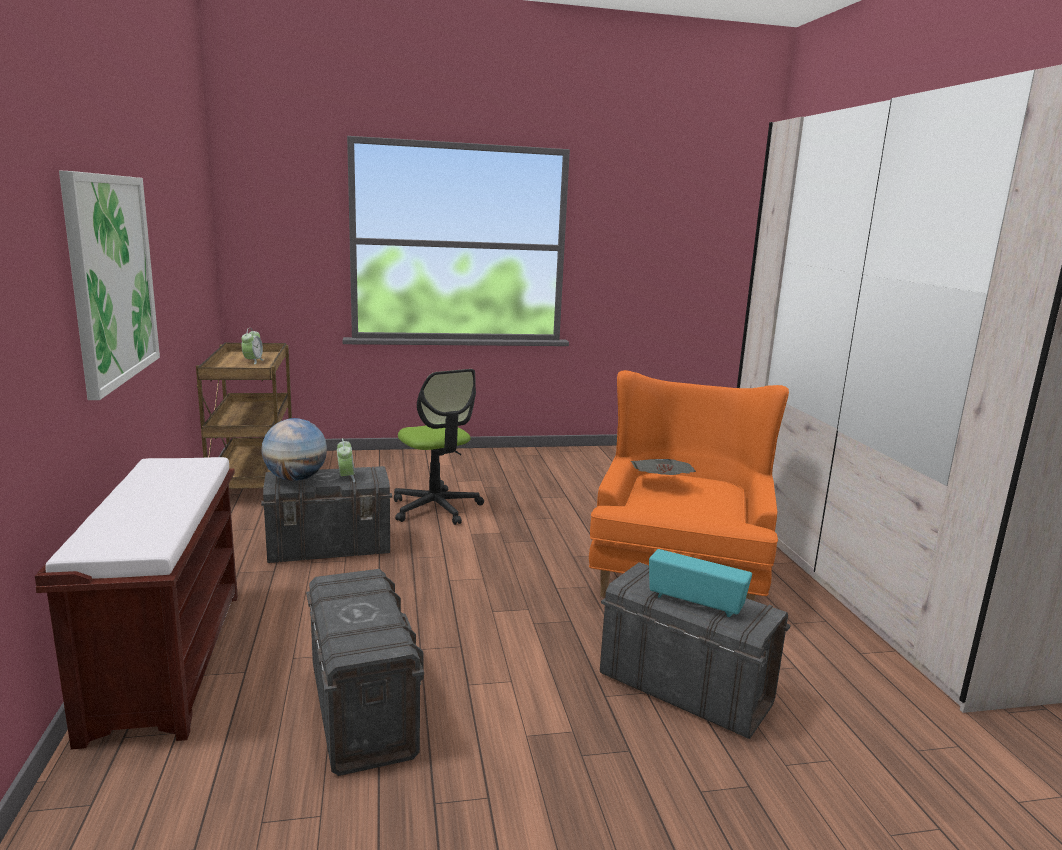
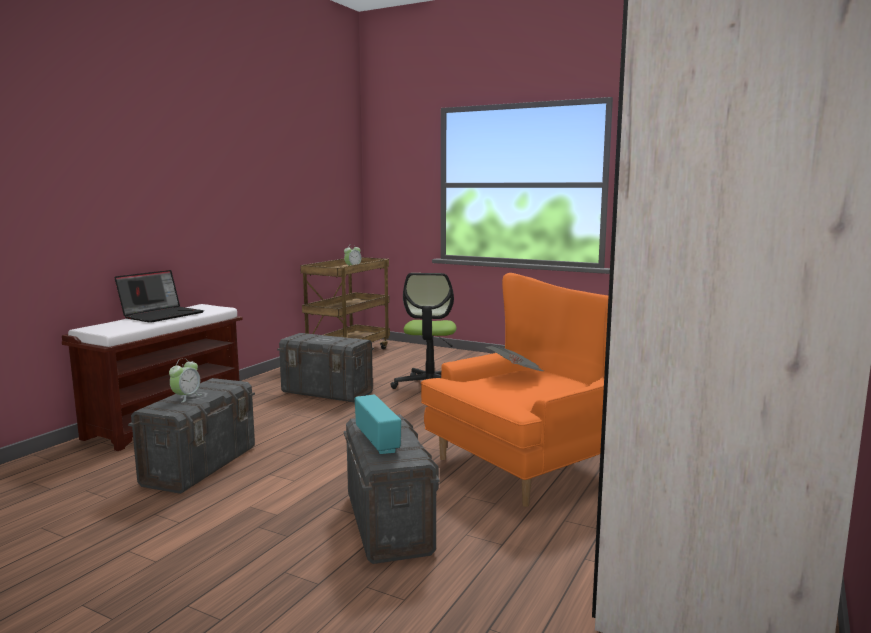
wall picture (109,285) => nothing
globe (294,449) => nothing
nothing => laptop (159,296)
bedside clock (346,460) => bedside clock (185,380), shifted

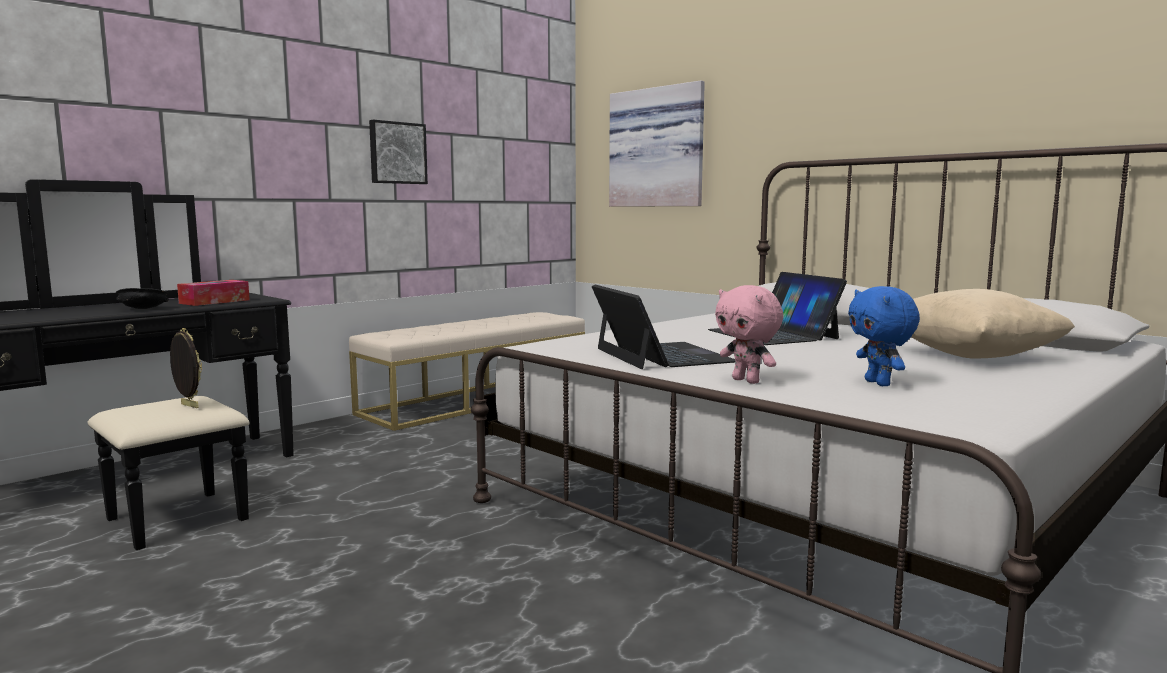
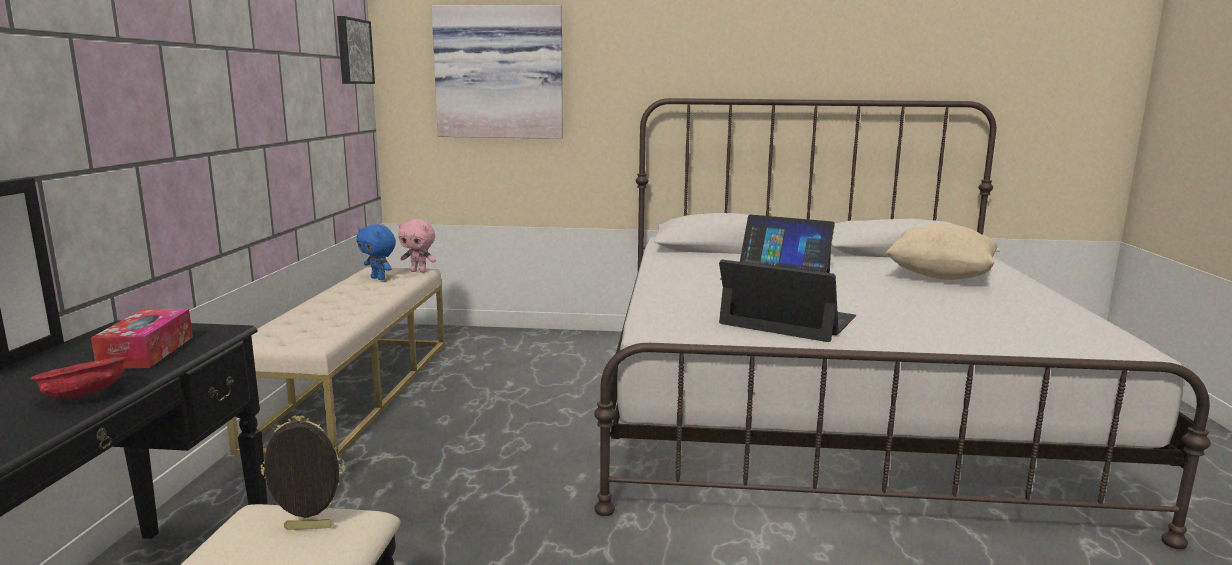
wall picture (398,152) => wall picture (356,50), shifted
cuddly toy (pinkish) (749,334) => cuddly toy (pinkish) (417,246), shifted
cuddly toy (blue) (884,336) => cuddly toy (blue) (376,252), shifted
deep dish (black) (142,298) => deep dish (reddish) (79,377)

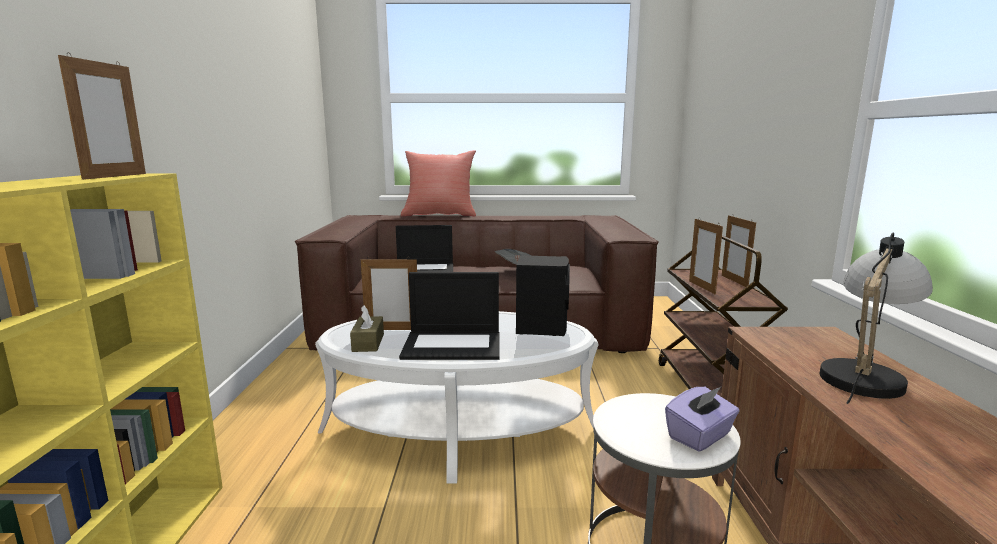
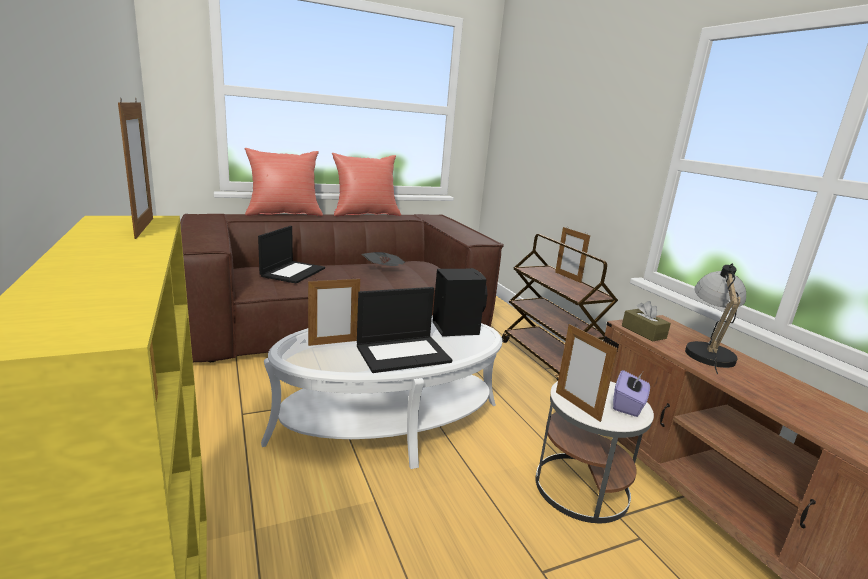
nothing => pillow (reddish) (366,184)
box of tissues (brownish) (367,328) => box of tissues (brownish) (646,321), shifted
photo frame (706,255) => photo frame (587,373), shifted
laptop (424,248) => laptop (291,255), 45 degrees counterclockwise

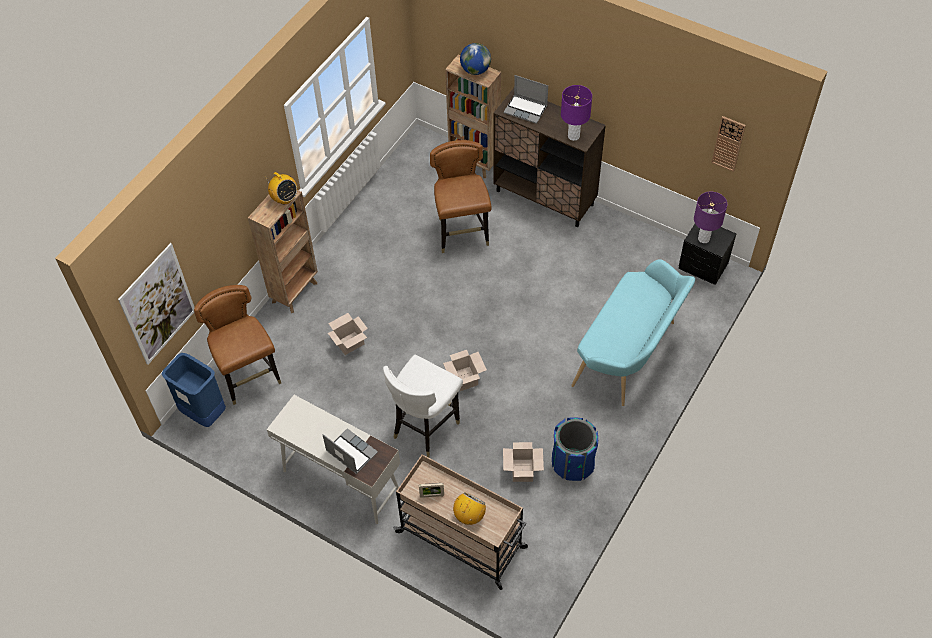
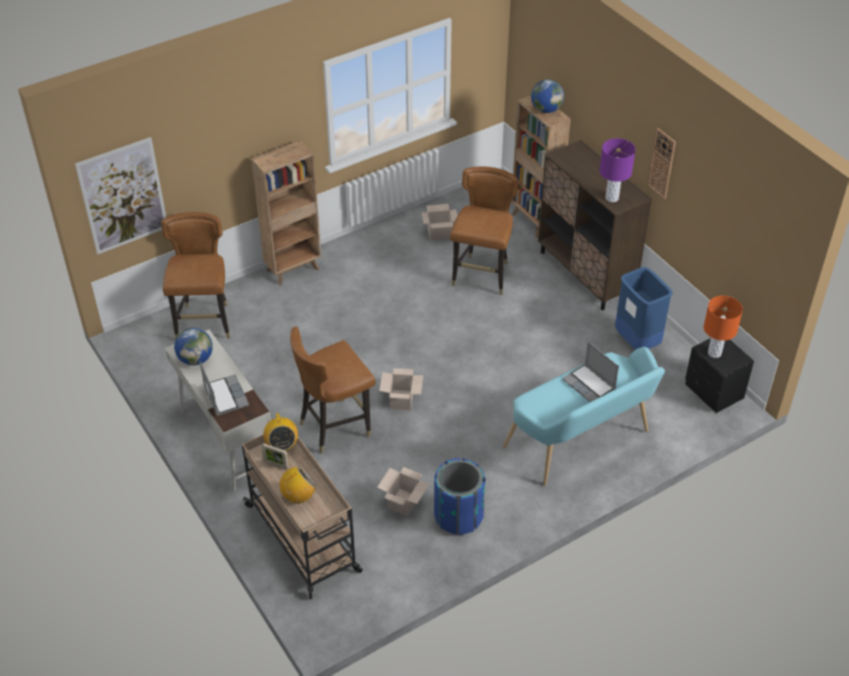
nothing => globe (193,346)
waste bin (blue) (194,390) => waste bin (blue) (644,308), shifted
radio receiver (282,188) => radio receiver (280,432), shifted
packing box (348,334) => packing box (439,222), shifted
laptop (526,99) => laptop (590,372), shifted
clock on the wall (728,144) => clock on the wall (662,163), shifted
upright chair (white) (423,406) => upright chair (brownish) (332,390)
lamp for a table (purple) (710,217) => lamp for a table (orange-coloured) (723,327)

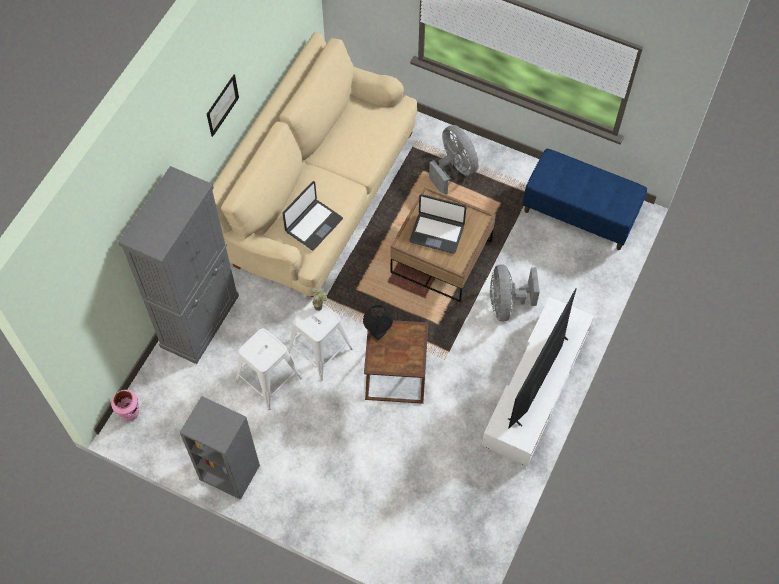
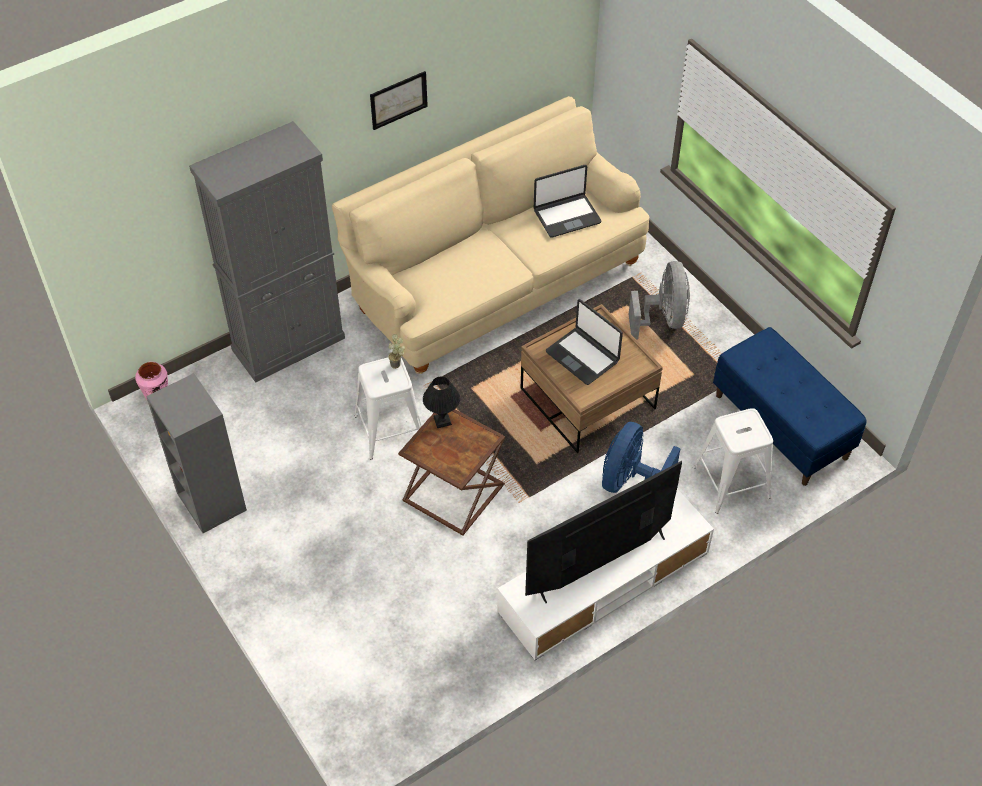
stool seat (white) (269,369) => stool seat (white) (733,461), shifted
laptop (312,215) => laptop (567,201), shifted
fan (greyish) (515,293) => fan (blue) (641,457)

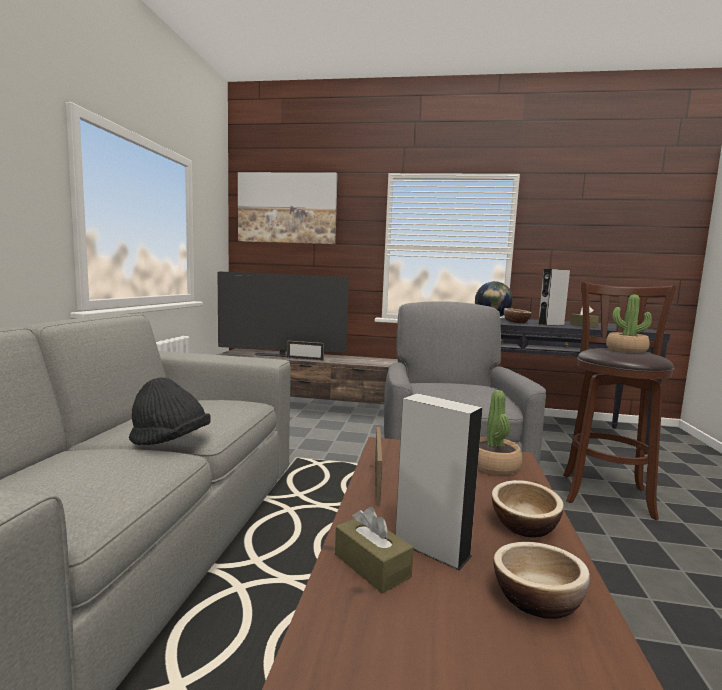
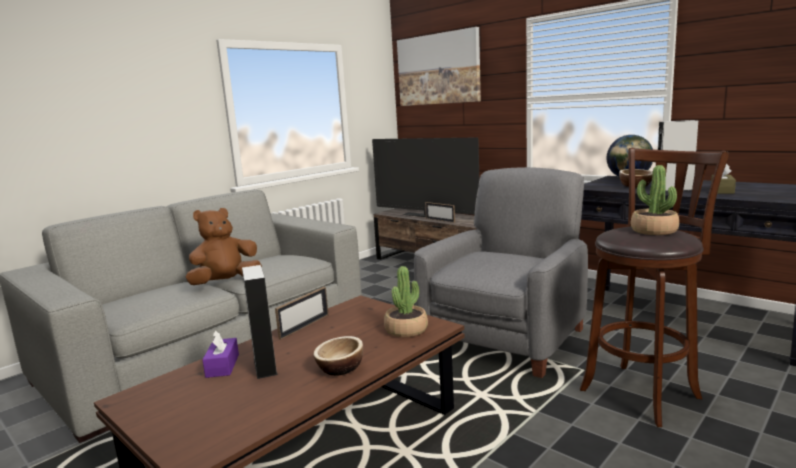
deep dish (541,580) => nothing
hat (black) (170,411) => cuddly toy (brownish) (223,246)
box of tissues (brownish) (374,550) => box of tissues (purple) (220,354)

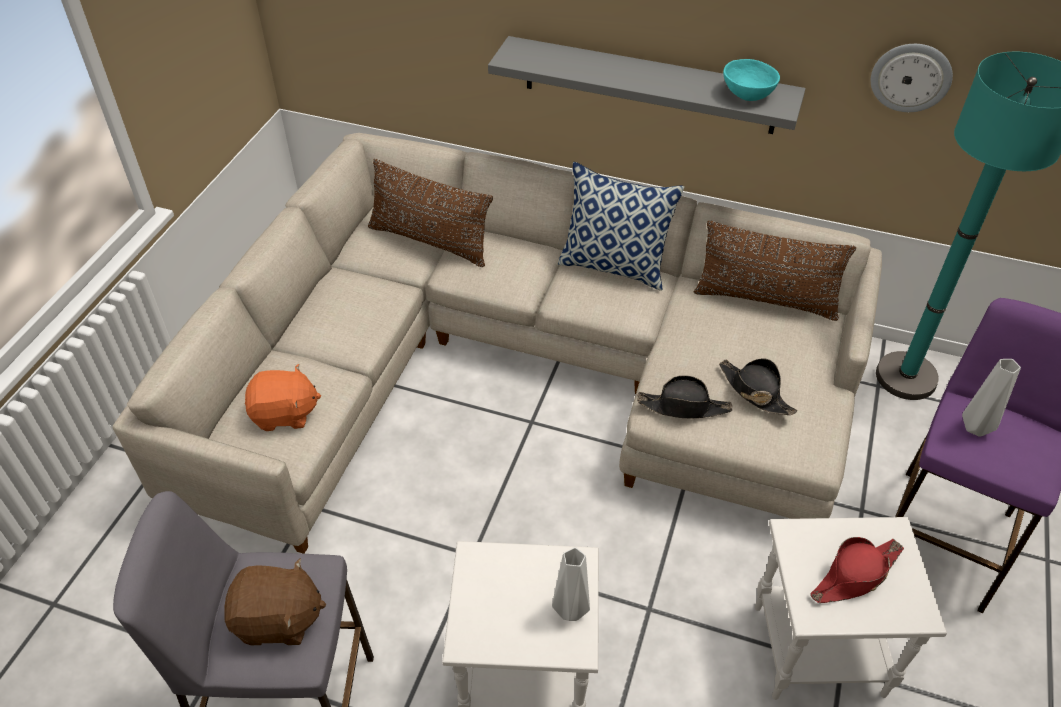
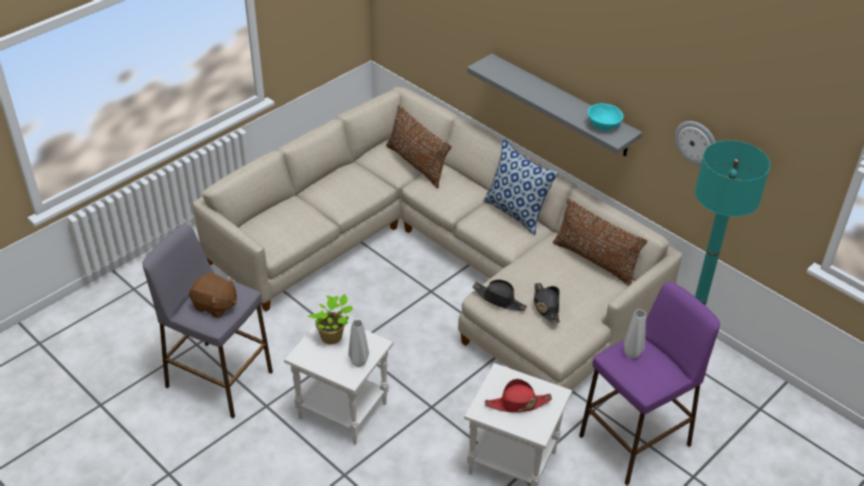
cuddly toy (orange-coloured) (283,397) => nothing
nothing => houseplant (330,319)

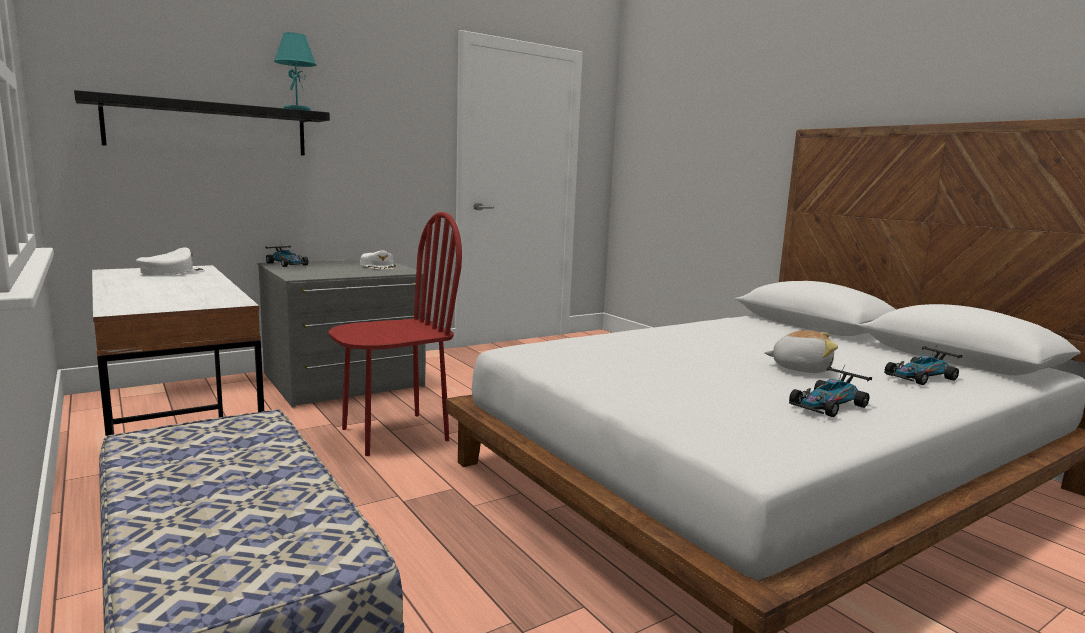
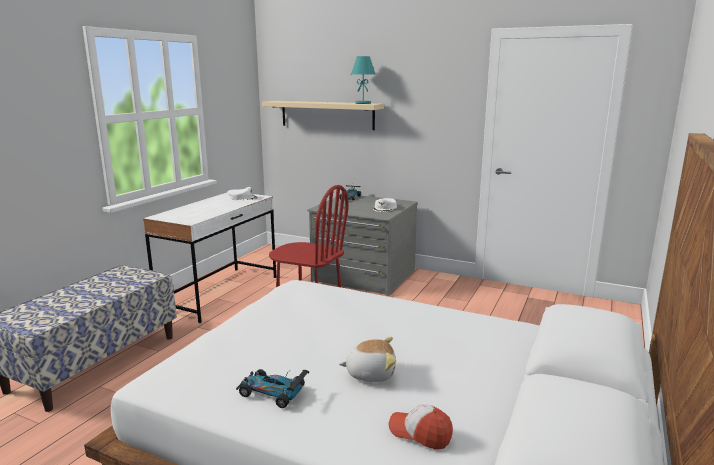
miniature car (923,364) => cap (421,427)
bracket shelf (black) (202,123) => bracket shelf (beige) (323,115)
cuddly toy (801,351) => cuddly toy (367,359), 75 degrees counterclockwise

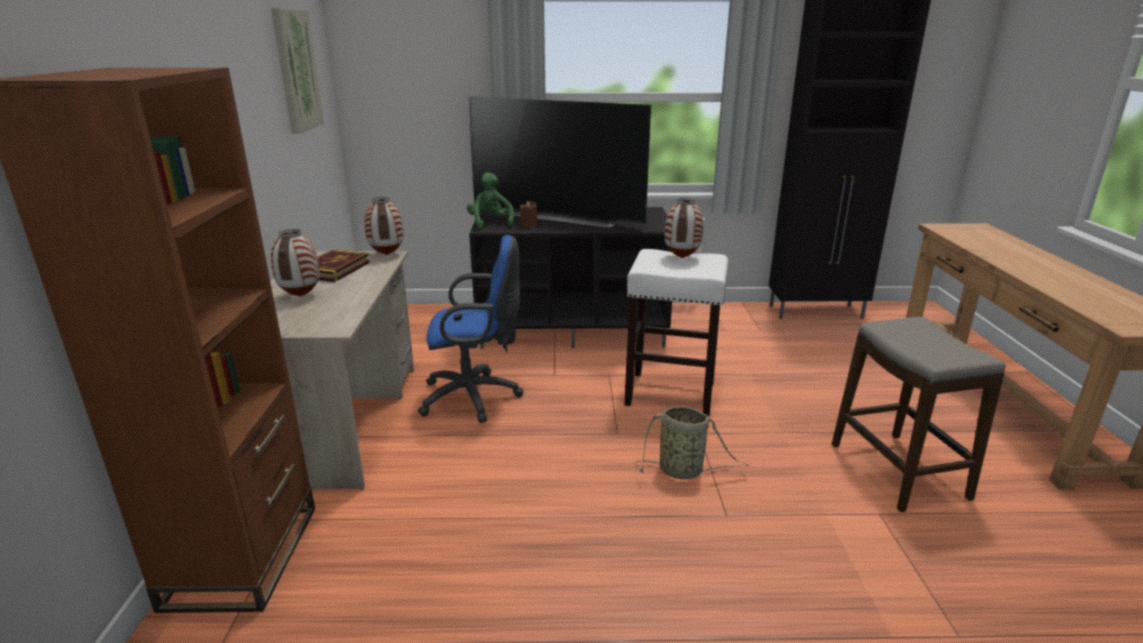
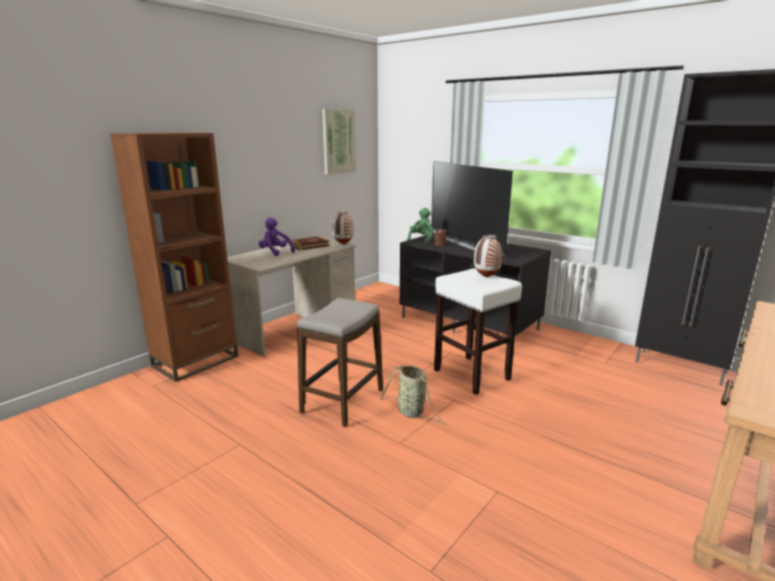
office chair (blue) (470,329) => nothing
stool seat (918,414) => stool seat (340,362), shifted
decorative vase (295,263) => cuddly toy (purple) (276,236)

